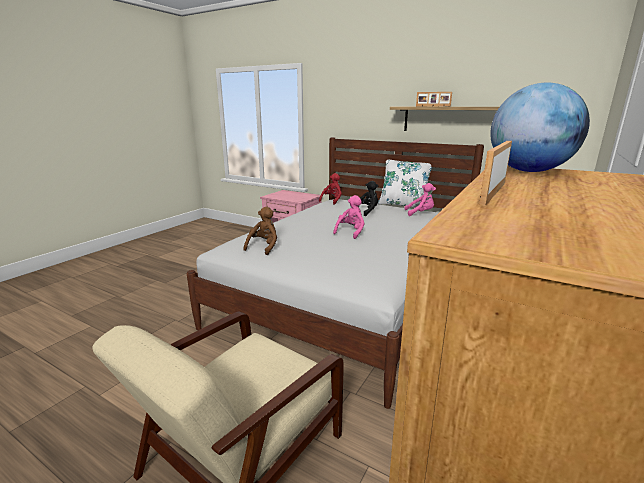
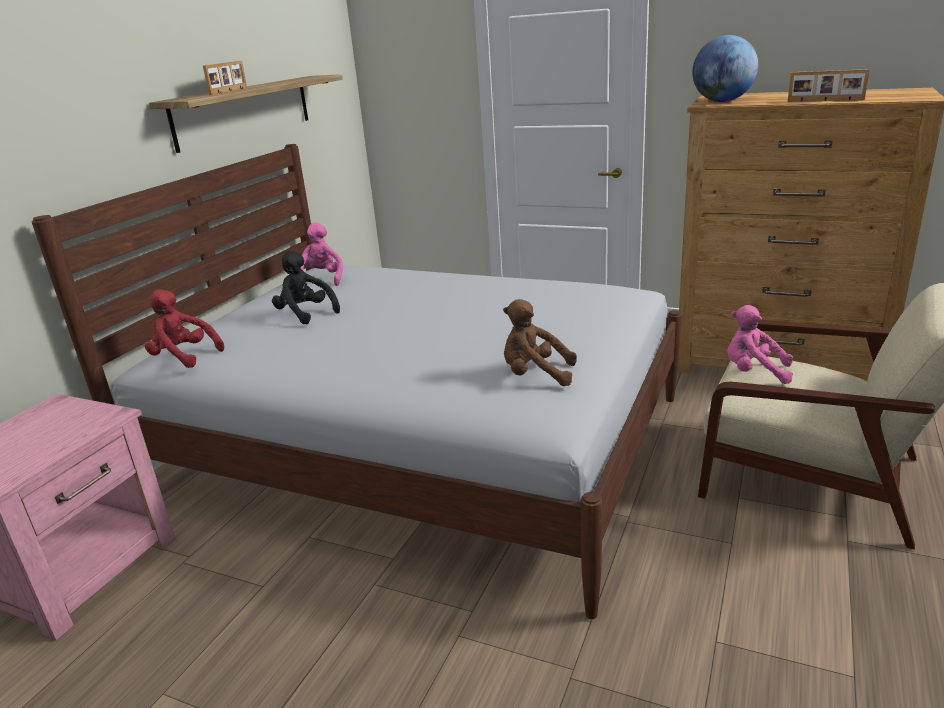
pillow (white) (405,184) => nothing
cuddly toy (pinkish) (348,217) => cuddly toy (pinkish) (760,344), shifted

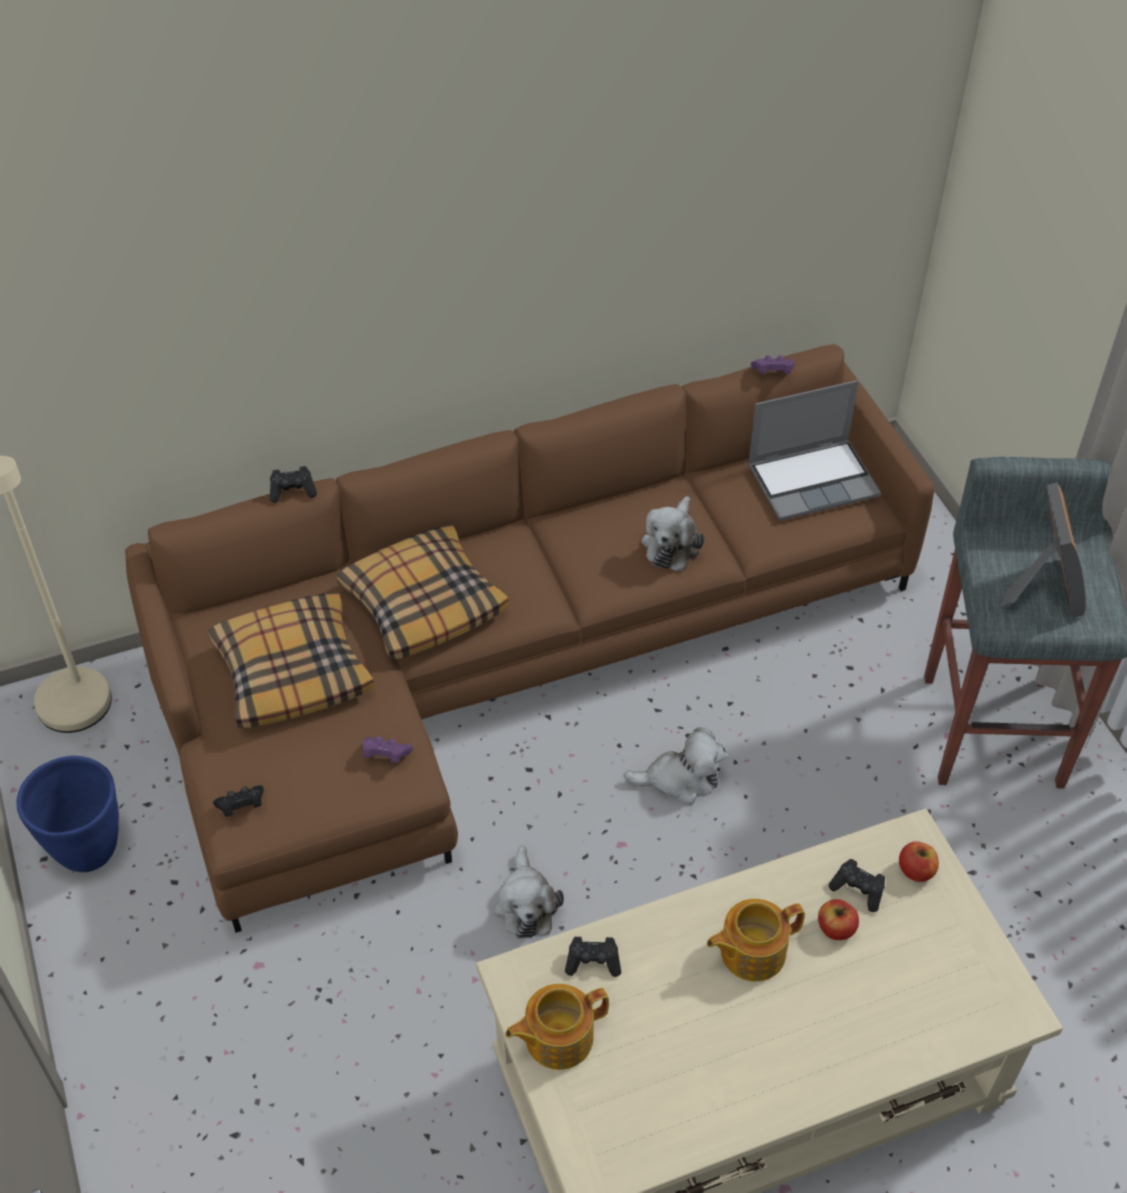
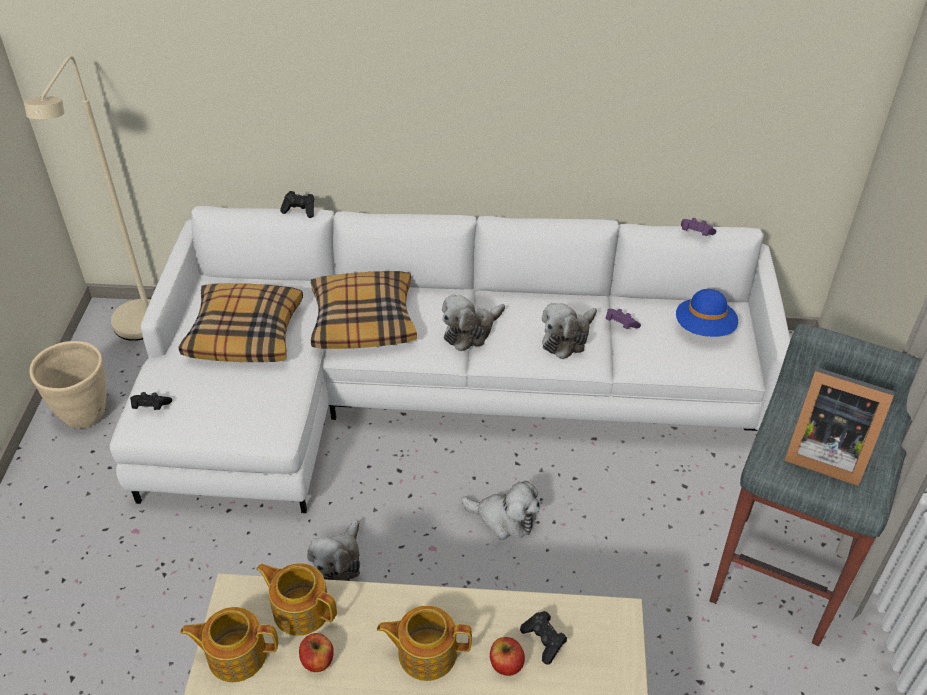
nothing => cuddly toy (473,323)
joypad (purple) (387,749) => joypad (purple) (623,319), shifted
apple (919,861) => apple (316,652), shifted
joypad (black) (593,957) => tea pot (296,599)
laptop (814,450) => hat (blue) (707,313)
flower pot (blue) (67,814) => flower pot (beige) (68,385)
couch (brownish) (529,638) => couch (white) (450,359)
photo frame (1042,549) => photo frame (839,426), 90 degrees clockwise

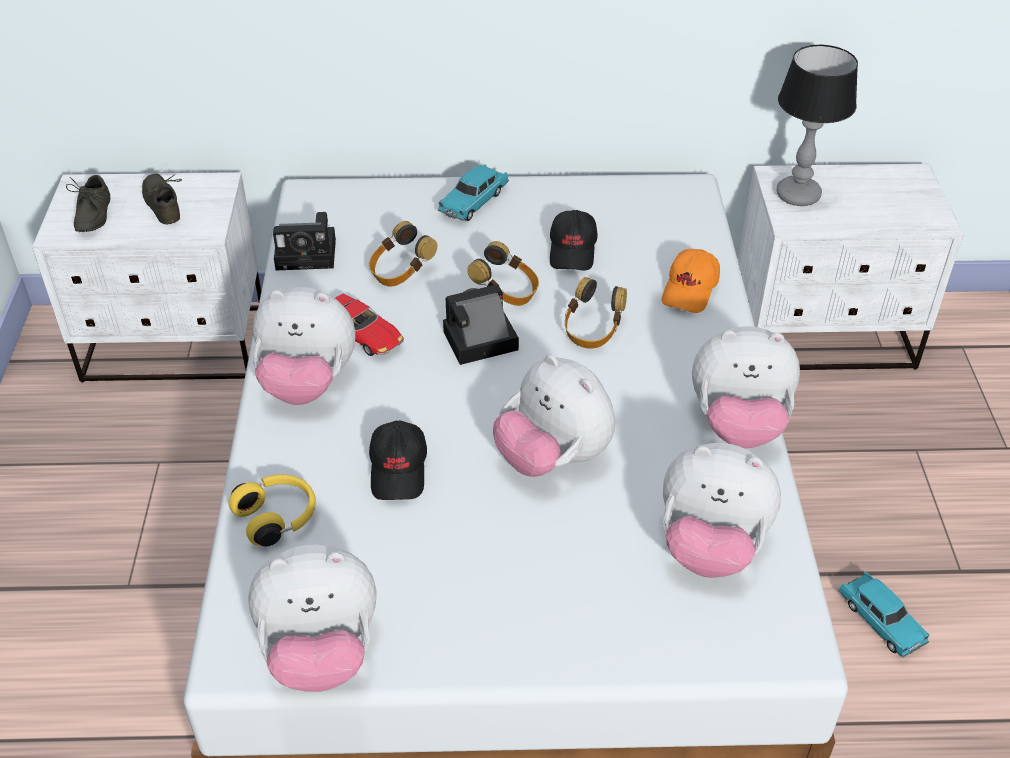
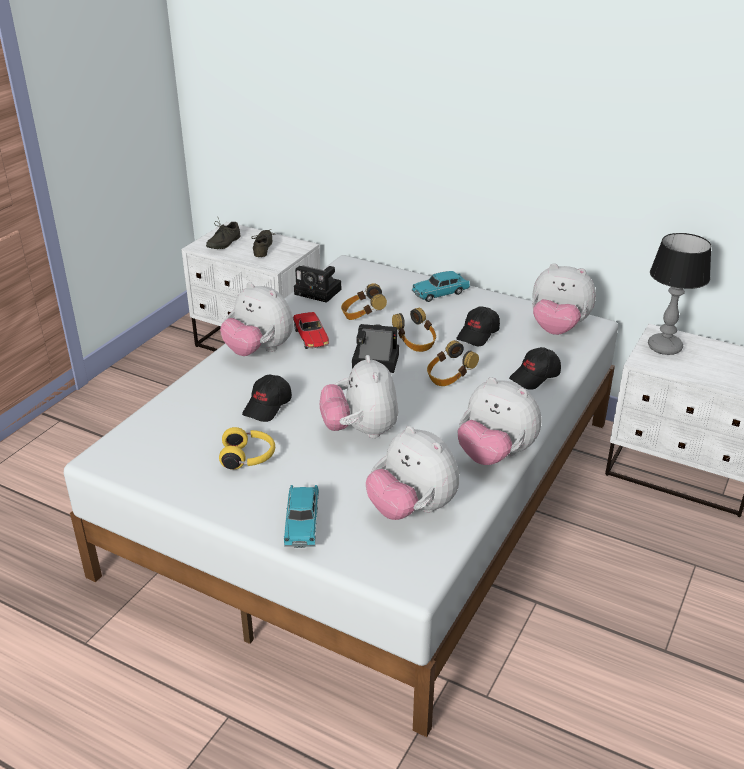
headphones (yellow) (272,510) => headphones (yellow) (247,448), shifted
cuddly toy (312,618) => cuddly toy (564,299), shifted
miniature car (turquoise) (883,614) => miniature car (turquoise) (301,516), shifted
cap (orange-coloured) (691,281) => cap (black) (535,368)

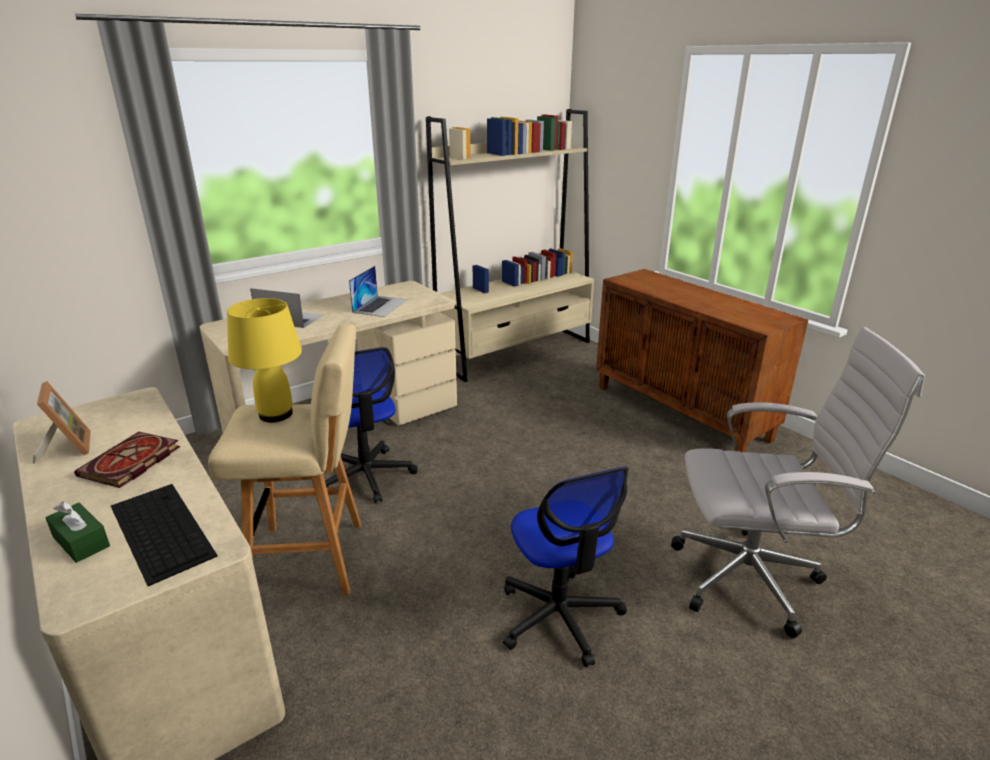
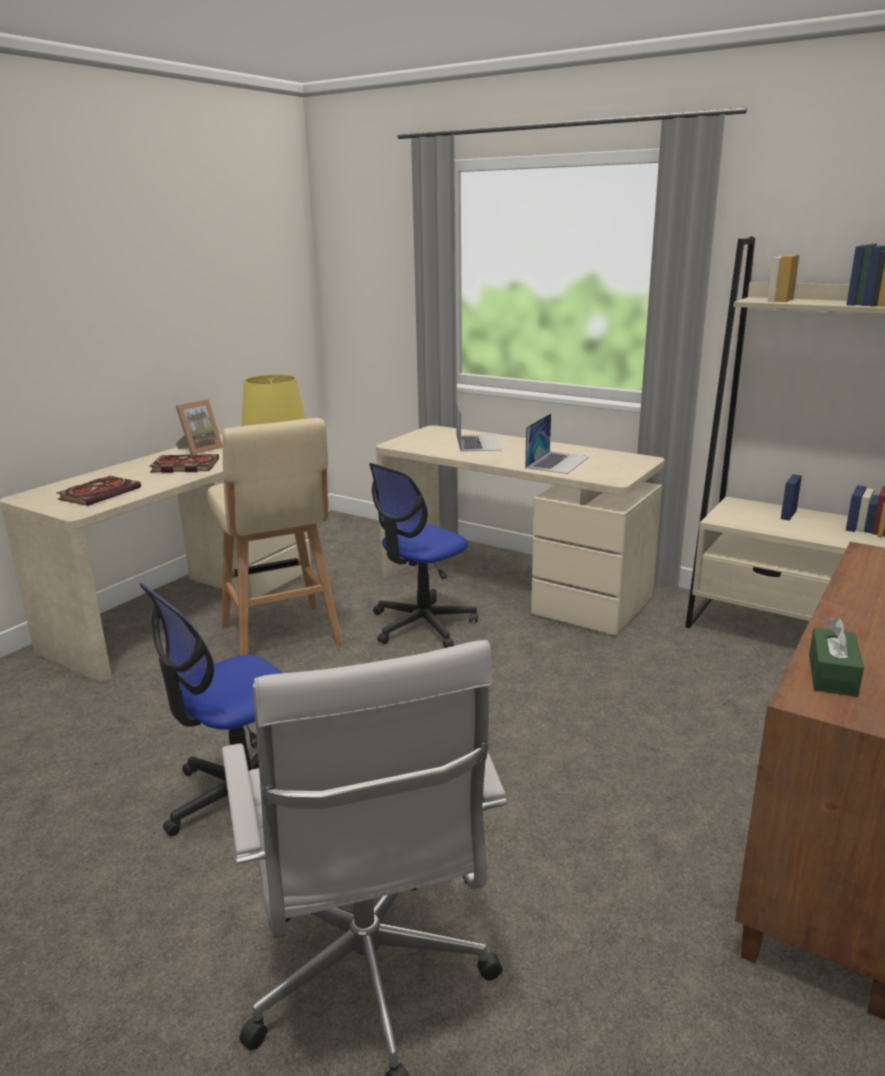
box of tissues (greenish) (77,532) => box of tissues (greenish) (836,657), shifted
PC keyboard (164,535) => volume (99,491)
laptop (378,291) => laptop (557,443), 60 degrees counterclockwise

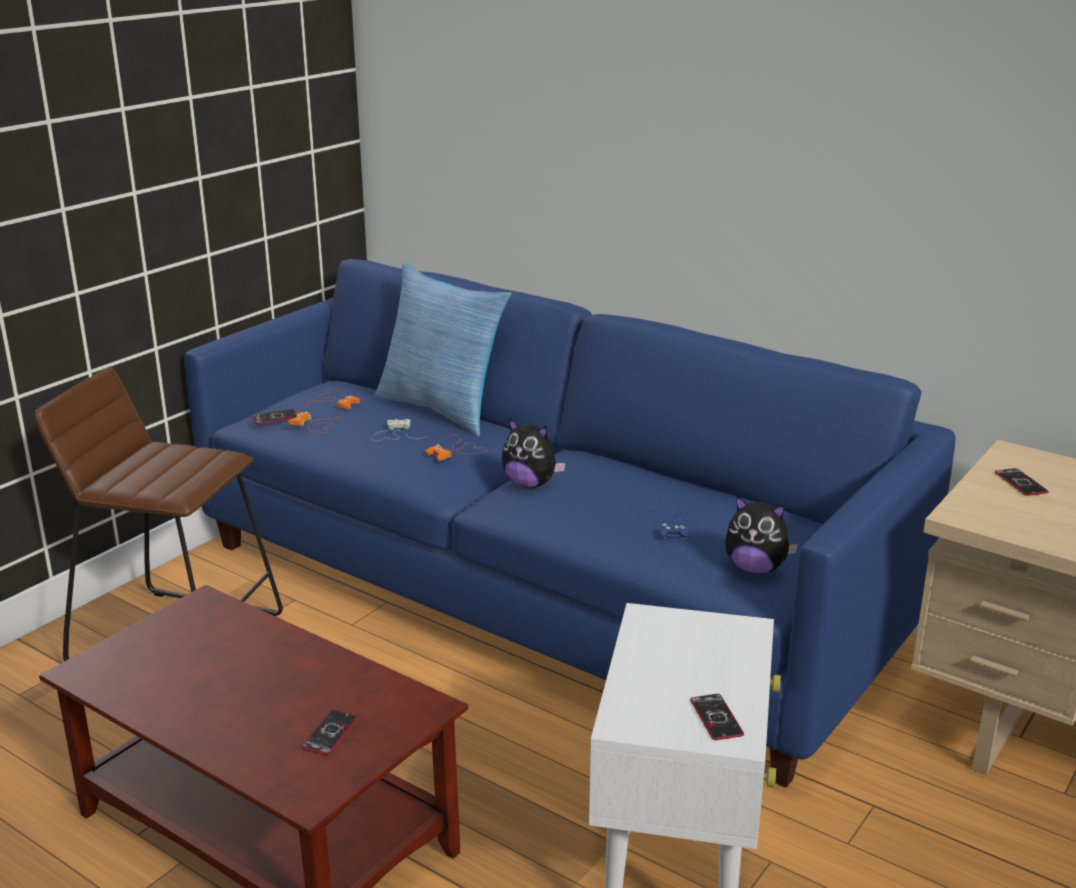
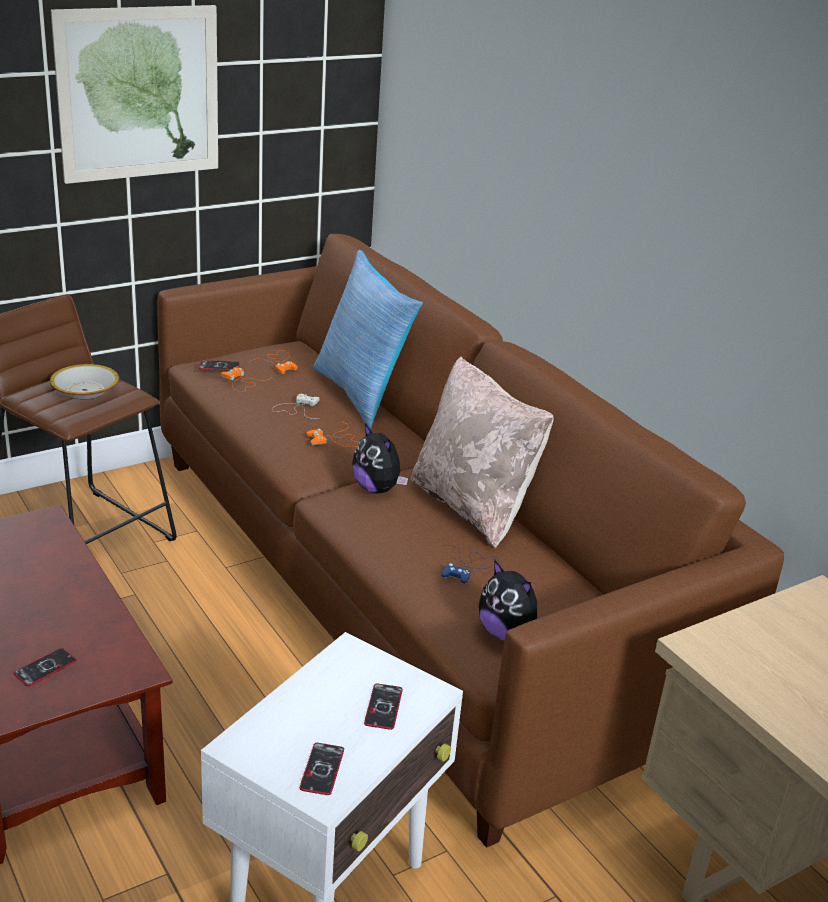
nothing => deep dish (84,382)
nothing => wall picture (134,94)
nothing => pillow (beige) (482,452)
handset (1021,482) => handset (383,706), shifted
couch (blue) (569,523) => couch (brownish) (470,541)

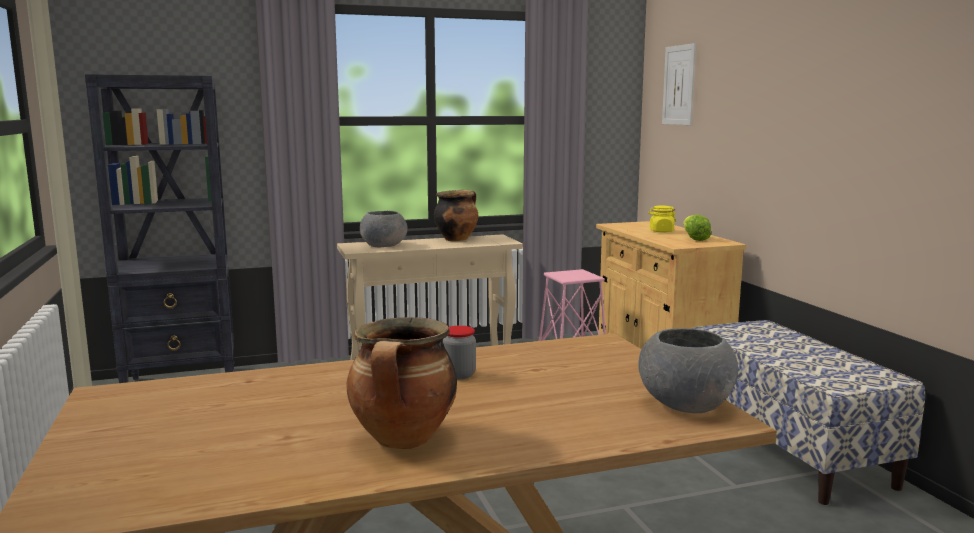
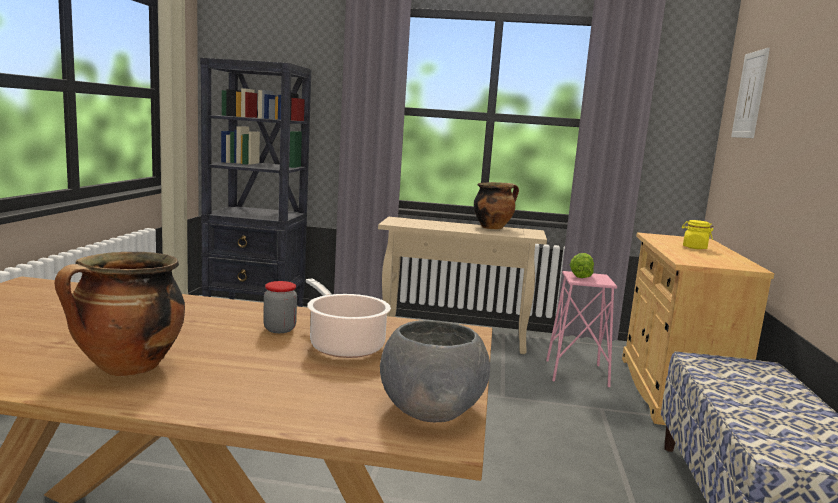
deep dish (greyish) (383,229) => nothing
nothing => cooking pot (348,318)
lettuce (697,228) => lettuce (582,265), shifted

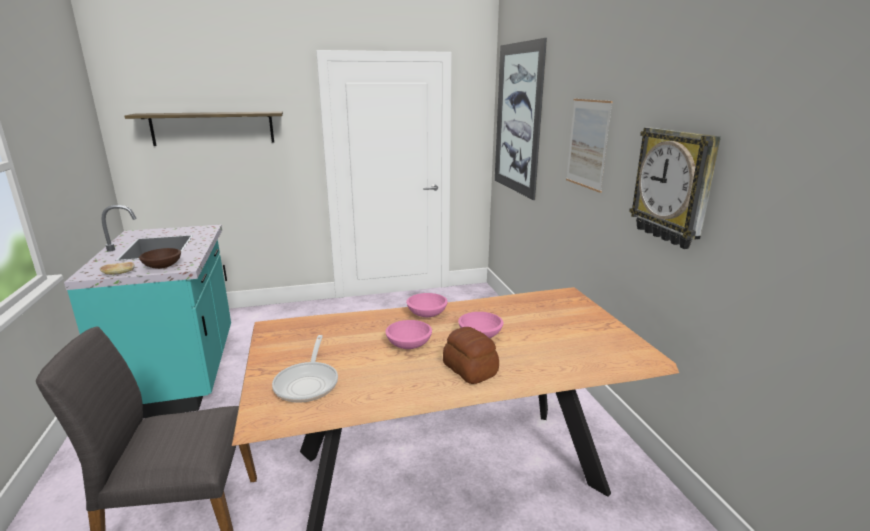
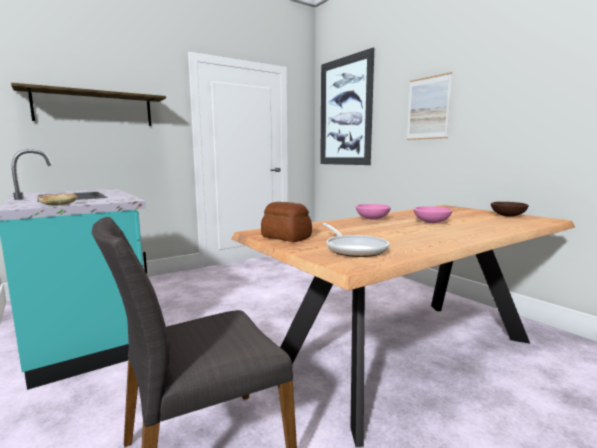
deep dish (pinkish) (408,334) => nothing
clock on the wall (675,188) => nothing
deep dish (brownish) (160,258) => deep dish (brownish) (510,209), shifted
bread (471,355) => bread (286,222), shifted

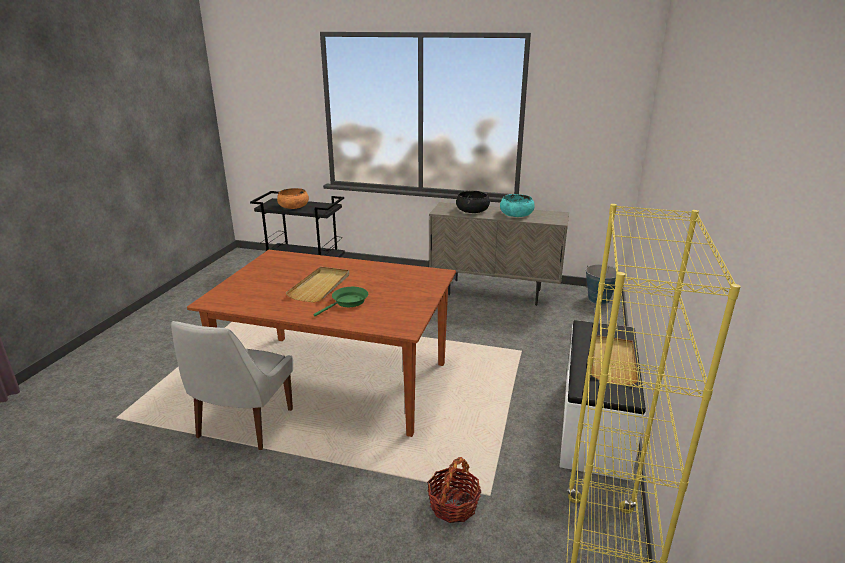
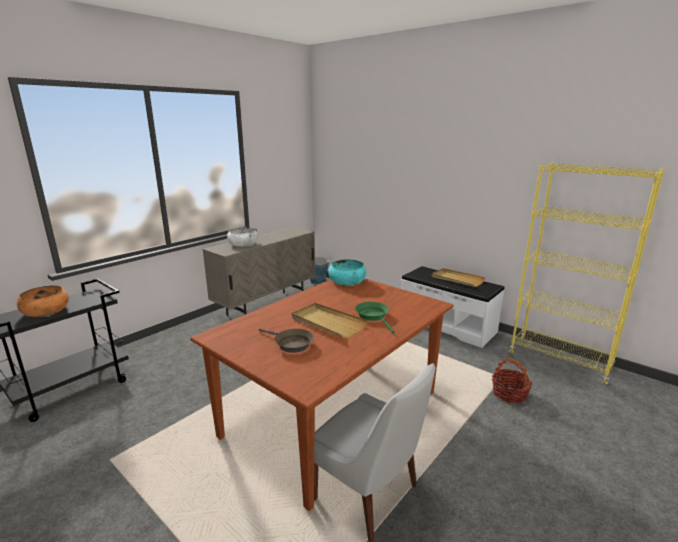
nothing => skillet (brownish) (286,340)
deep dish (turquoise) (517,205) => deep dish (turquoise) (347,272), shifted
deep dish (black) (473,202) => deep dish (white) (242,237)

